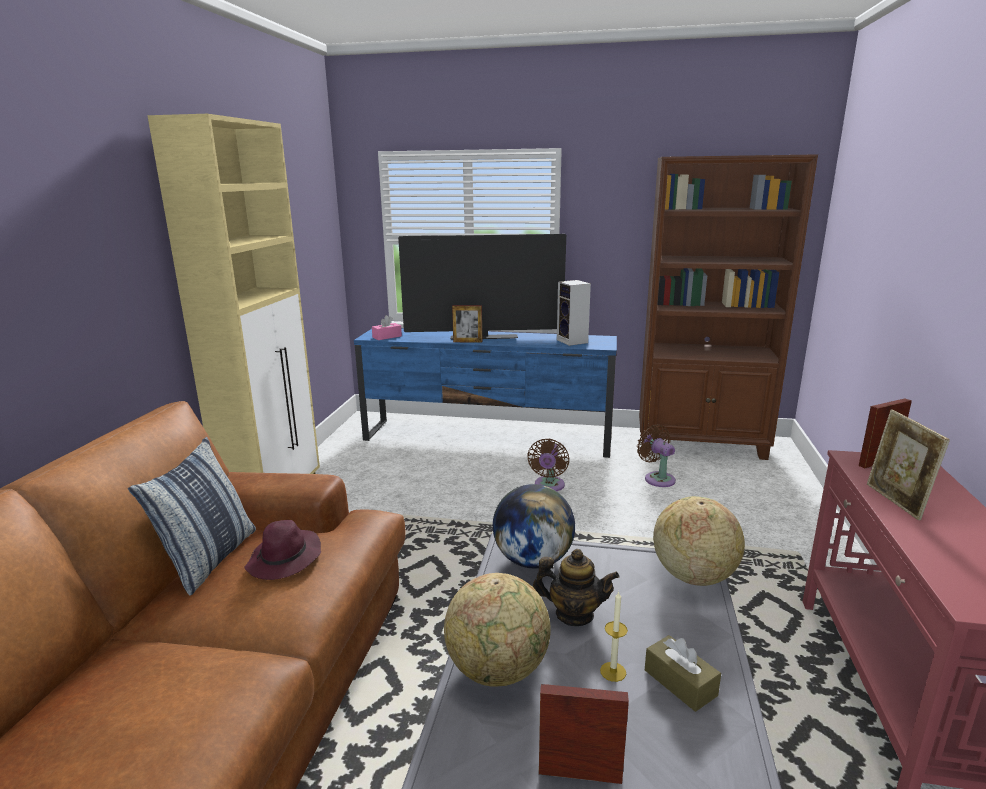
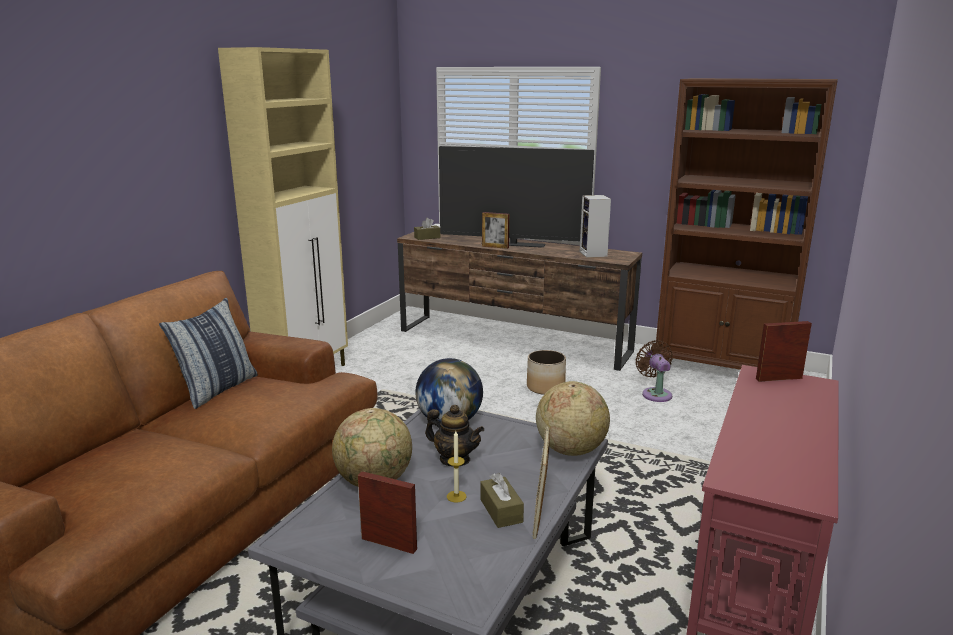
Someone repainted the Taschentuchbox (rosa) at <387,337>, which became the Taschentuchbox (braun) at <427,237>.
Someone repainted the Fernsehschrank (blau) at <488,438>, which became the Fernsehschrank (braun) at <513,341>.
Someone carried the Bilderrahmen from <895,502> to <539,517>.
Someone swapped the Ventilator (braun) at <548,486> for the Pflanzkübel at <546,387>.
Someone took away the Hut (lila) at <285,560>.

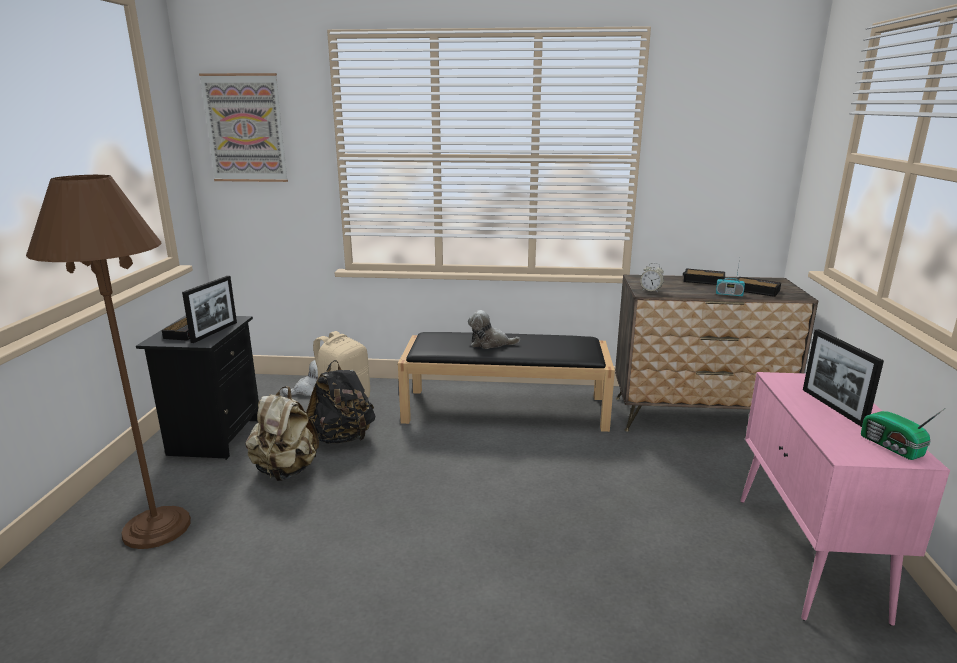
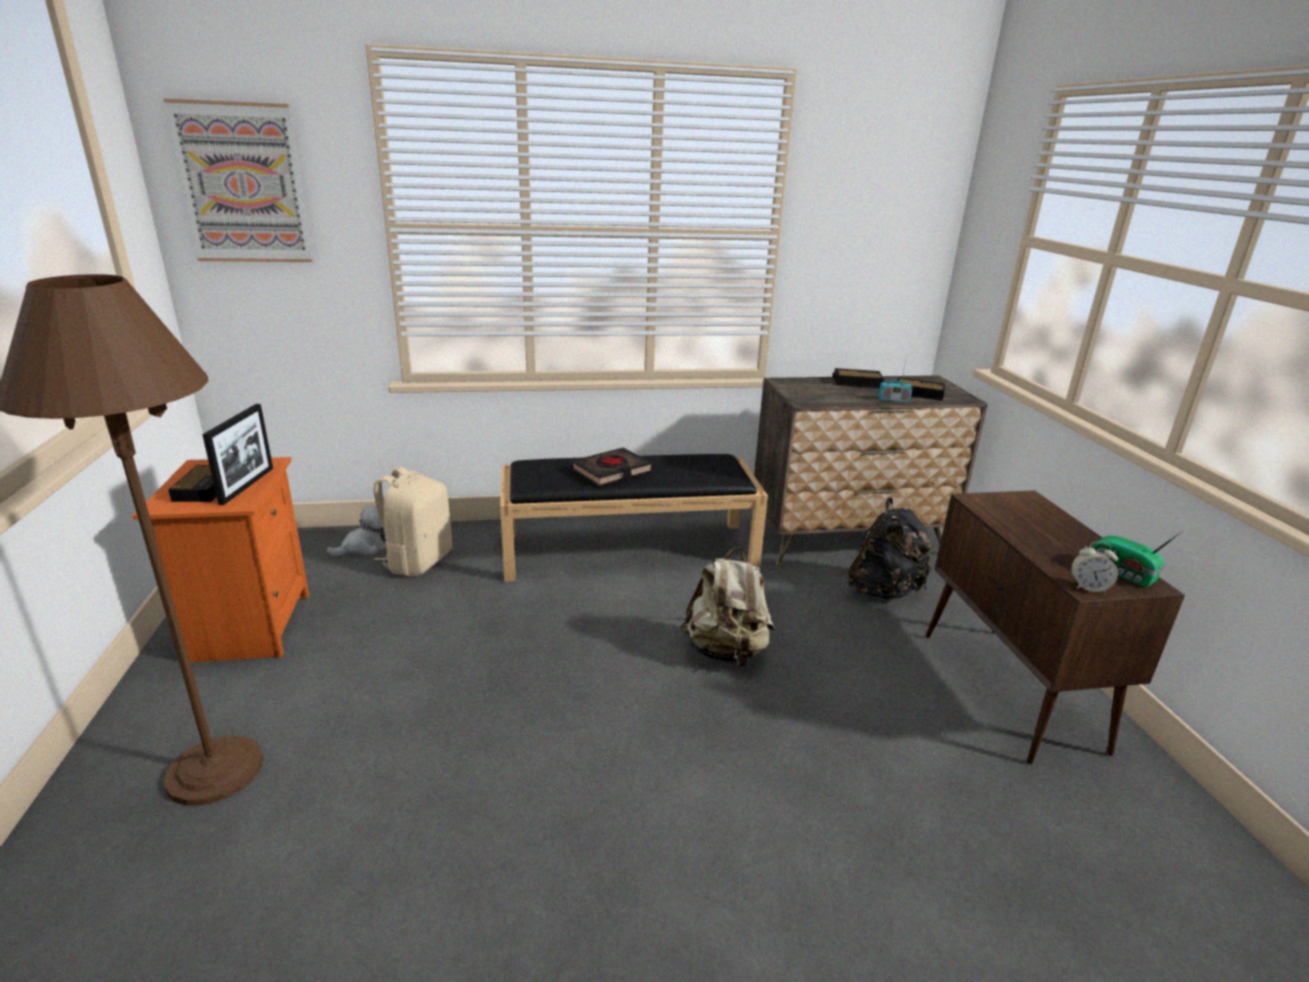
Someone carried the Wecker from <651,290> to <1088,587>.
Someone swapped the Plüschtier at <490,343> for the Buch (schwarz) at <611,472>.
Someone repainted the Nachttisch (schwarz) at <214,437>, which became the Nachttisch (orange) at <248,627>.
Someone took away the Bilderrahmen at <833,407>.
Someone carried the Rucksack (schwarz) from <342,438> to <883,590>.
Someone repainted the Schrank (rosa) at <807,556>, which became the Schrank (braun) at <1011,691>.
Someone carried the Rucksack (beige) from <286,470> to <726,651>.

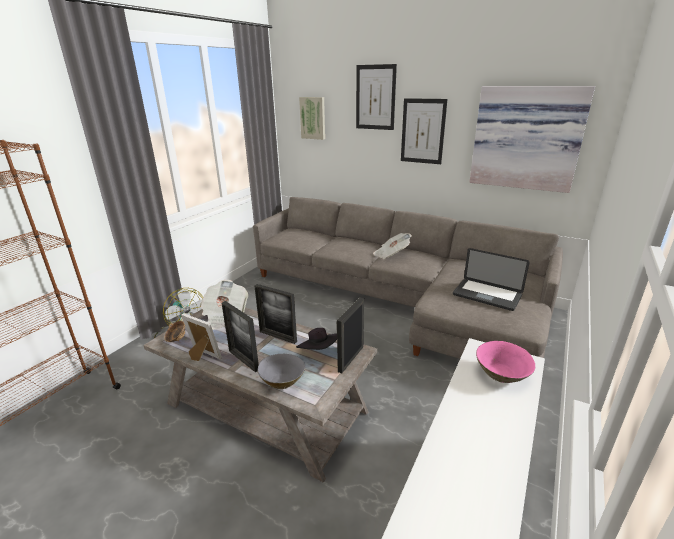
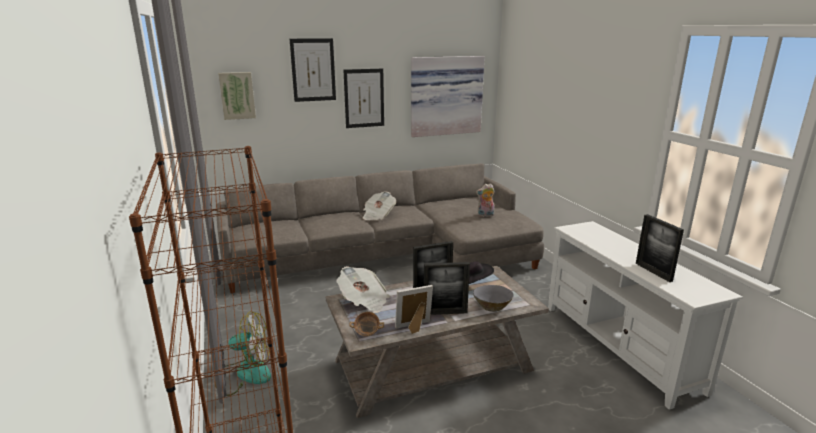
Someone swapped the Laptop at <487,295> for the Plüschtier at <485,215>.
Someone carried the Bilderrahmen from <351,359> to <653,272>.
Someone took away the Schüssel (rosa) at <501,375>.

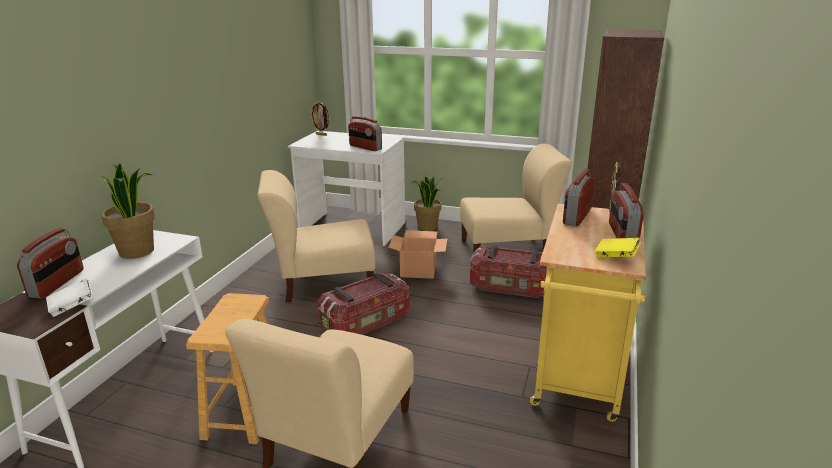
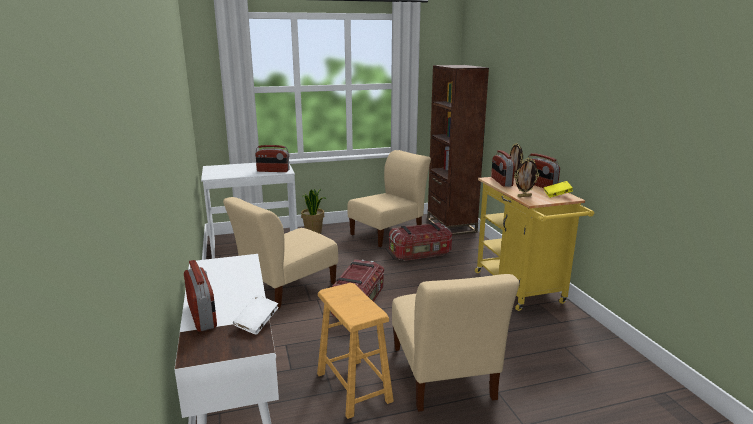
Someone carried the Bilderrahmen from <321,135> to <524,196>.
Someone took away the Topfpflanze at <137,251>.
Someone took away the Karton at <417,270>.

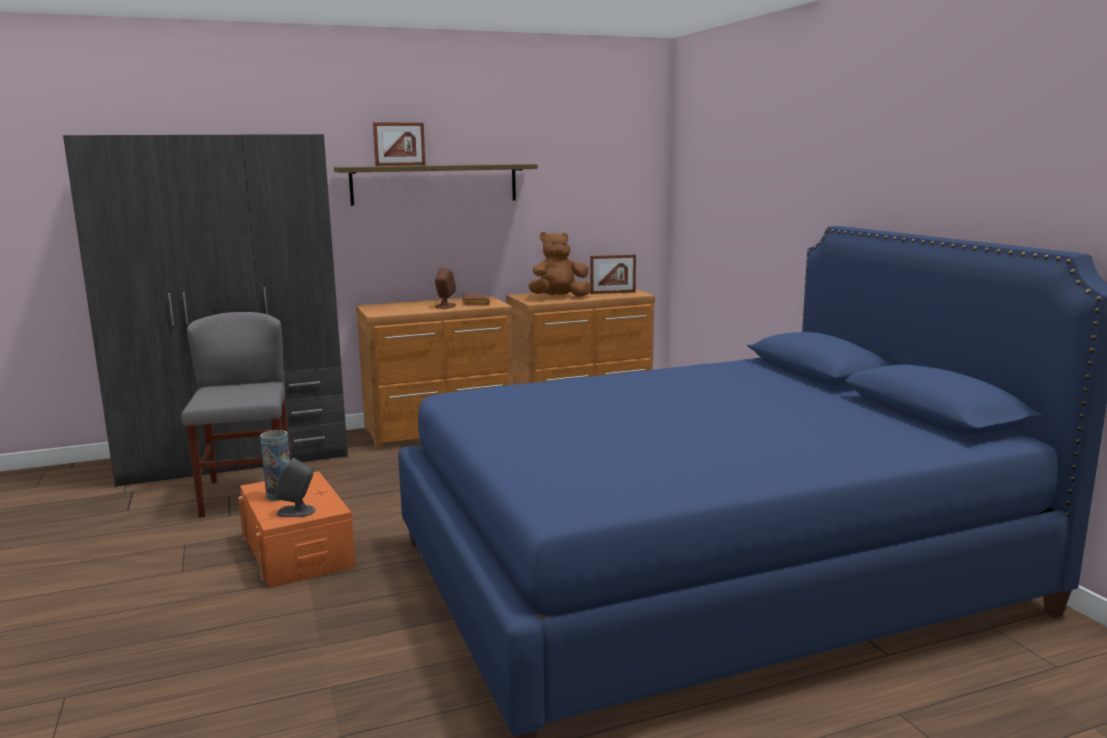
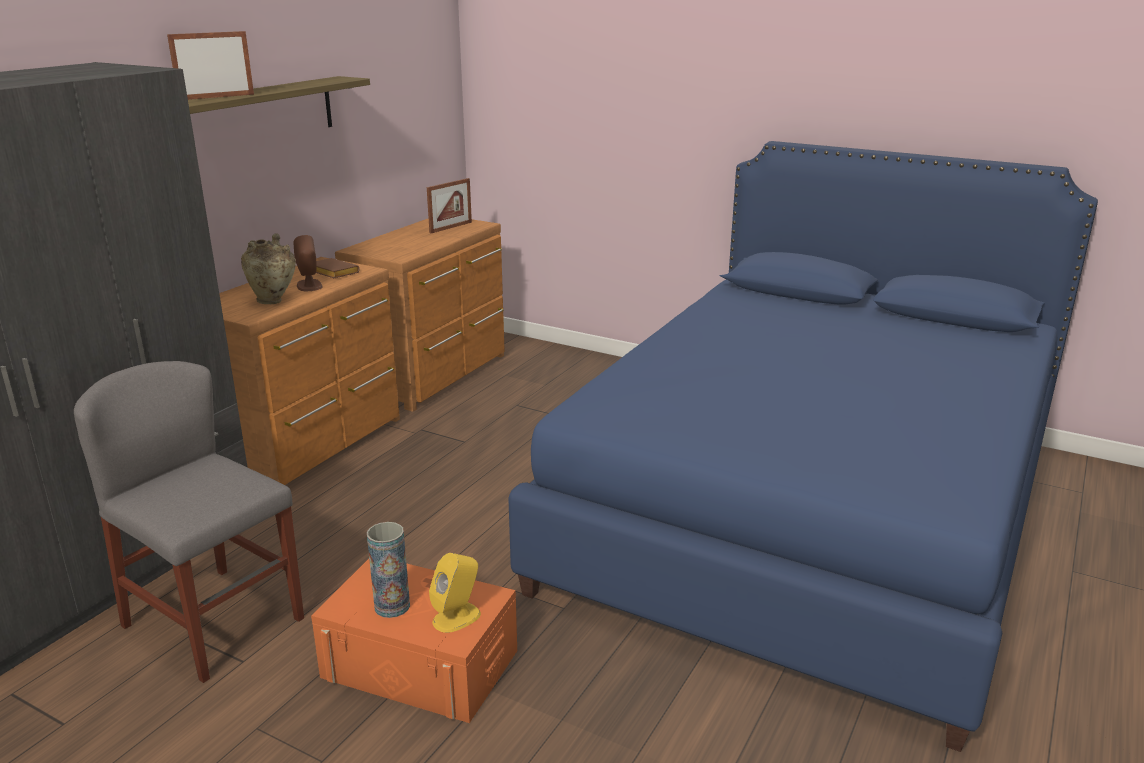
Someone rotated the Bilderrahmen at <400,165> by 150 degrees counterclockwise.
Someone took away the Plüschtier (braun) at <559,297>.
Someone repainted the Lautsprecher (grau) at <296,511>, which became the Lautsprecher (gelb) at <457,617>.
Someone put down the Vase (beige) at <273,301>.

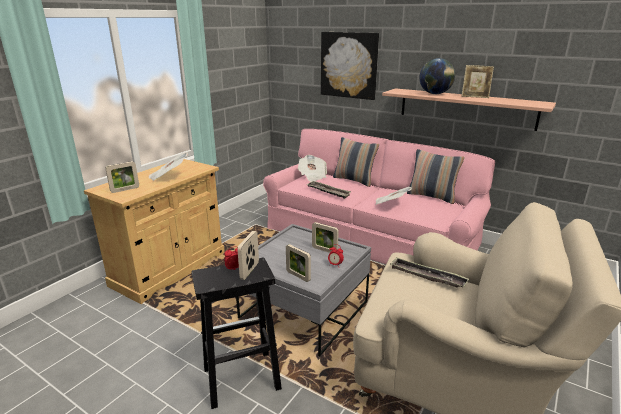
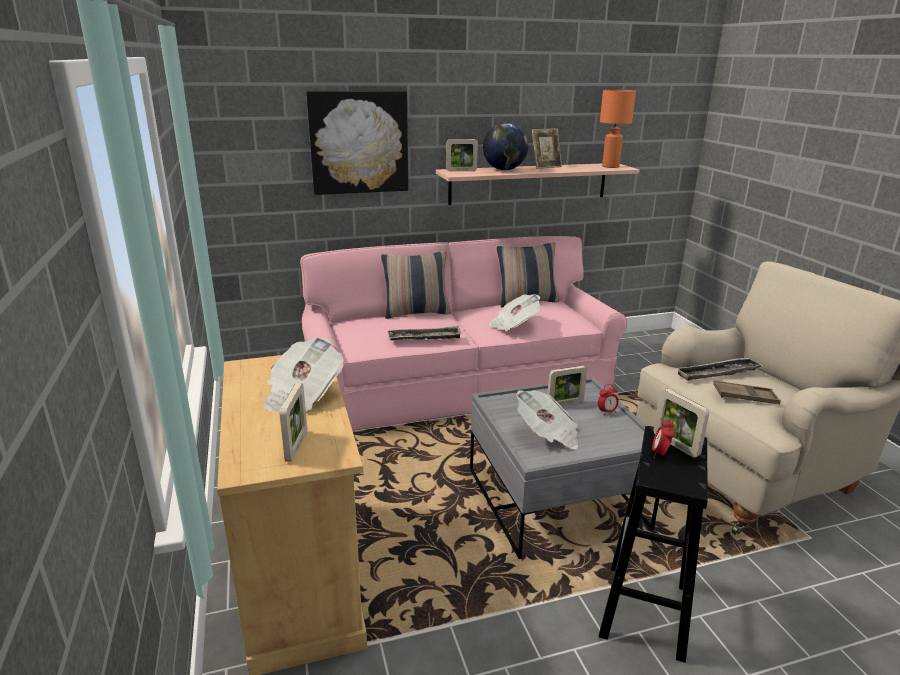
Someone carried the Zeitung from <312,176> to <547,434>.
Someone carried the Bilderrahmen from <298,276> to <461,171>.
Someone put down the Tischlampe (orange) at <610,166>.
Someone put down the Tablett (braun) at <745,397>.

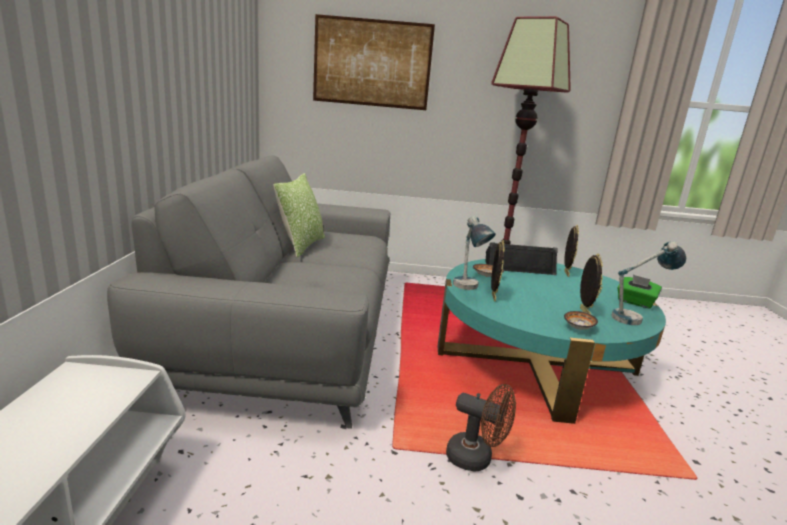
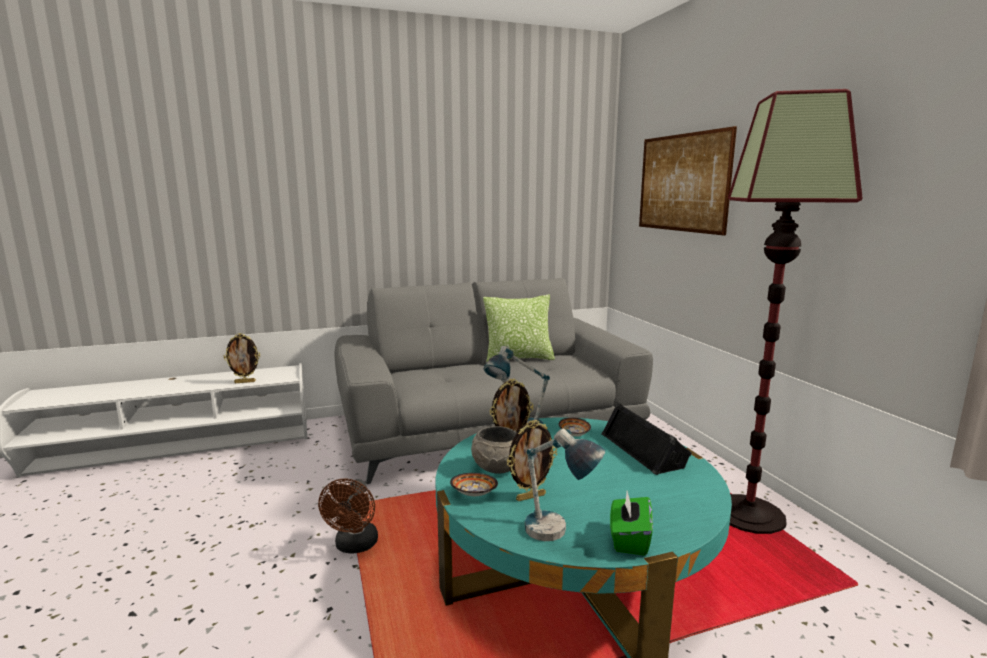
Someone carried the Bilderrahmen from <565,273> to <245,382>.
Someone put down the Schüssel (grau) at <496,467>.

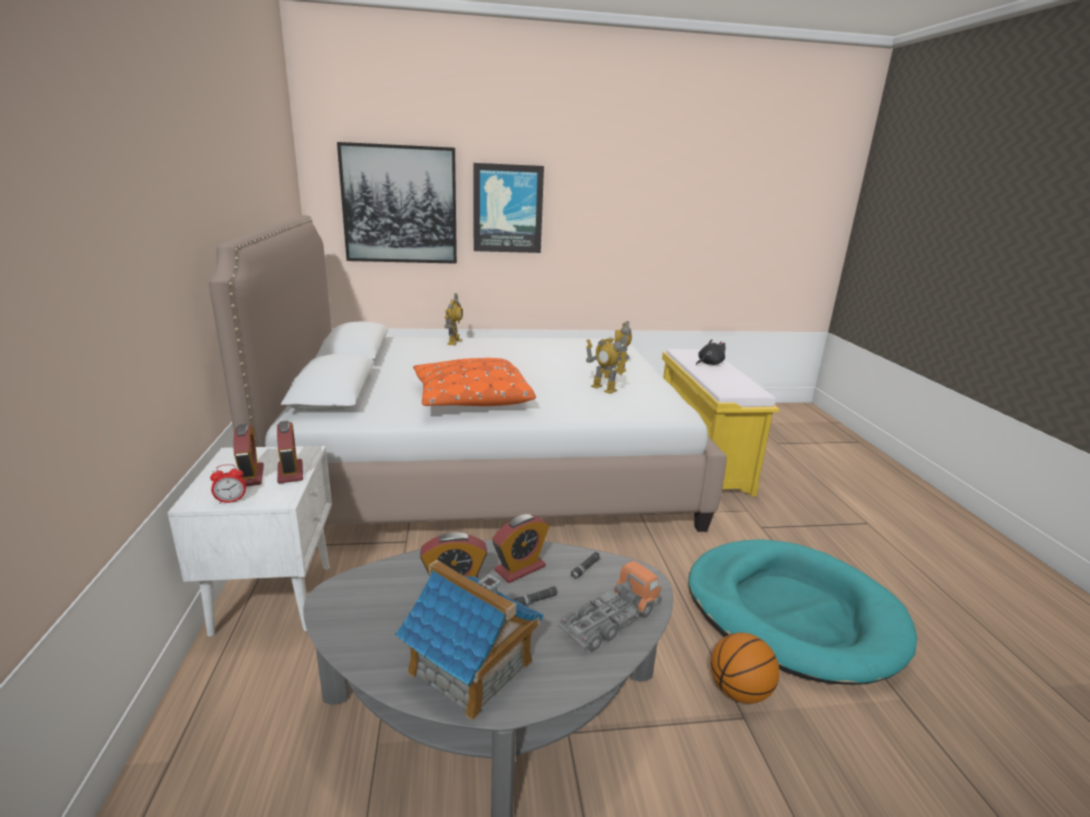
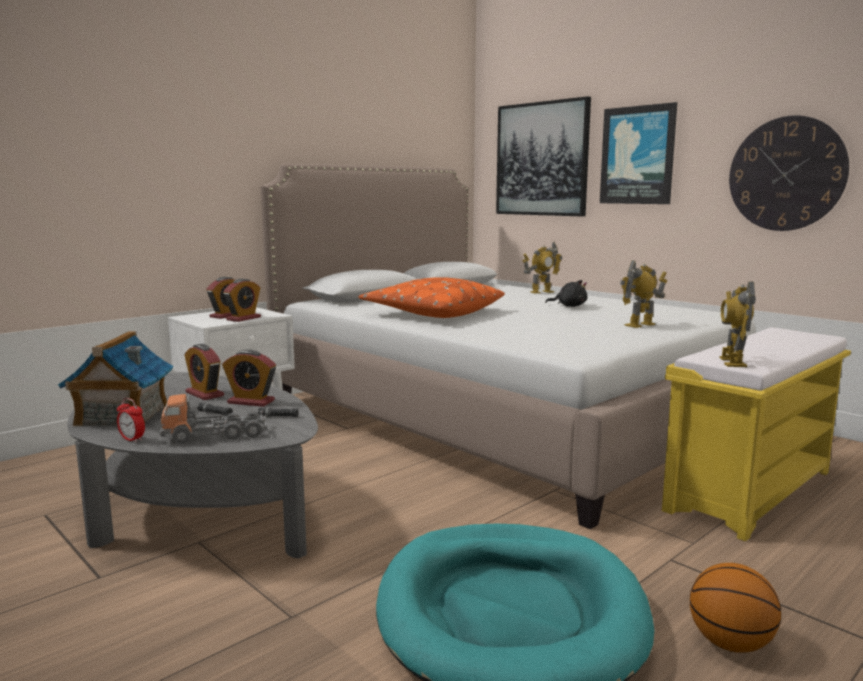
Someone carried the Spielzeugroboter from <603,388> to <732,362>.
Someone carried the Plüschtier (schwarz) from <709,363> to <569,306>.
Someone carried the Wecker from <231,500> to <132,439>.
Someone rotated the Spielzeuglaster at <610,620> by 150 degrees clockwise.
Someone carried the Basketball from <739,691> to <730,644>.
Someone put up the Wanduhr at <786,174>.

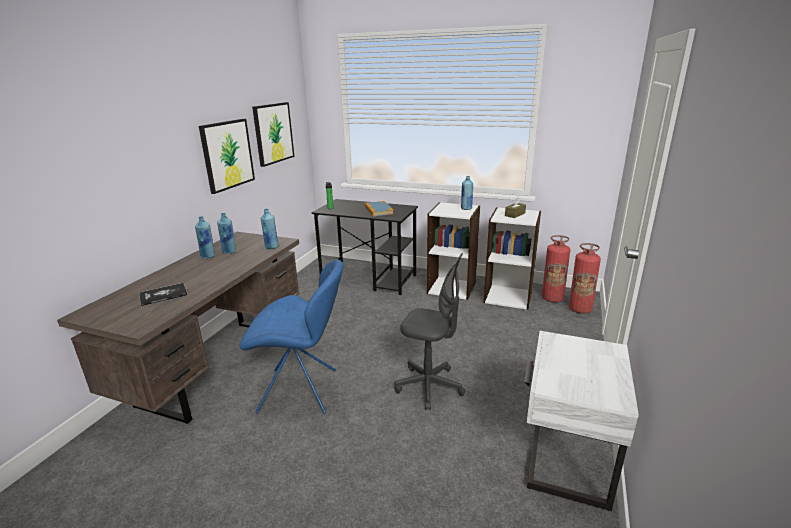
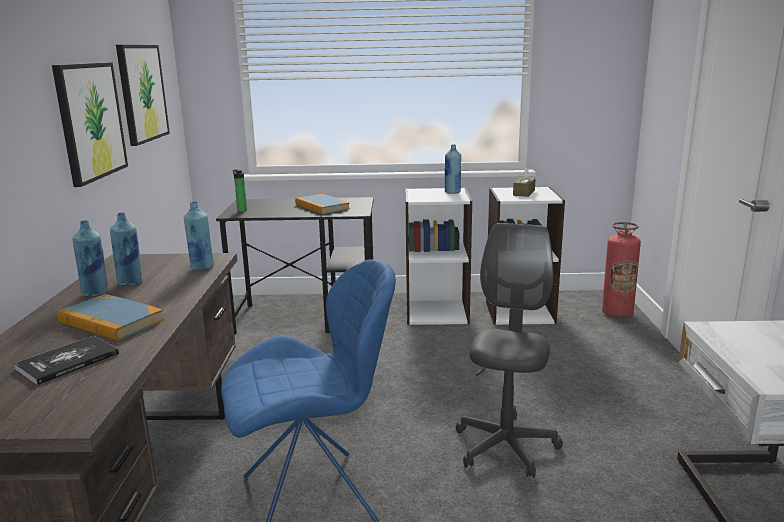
Someone took away the Feuerlöscher at <552,298>.
Someone rotated the Bürostuhl (grau) at <429,386> by 75 degrees counterclockwise.
Someone put down the Buch at <111,321>.

